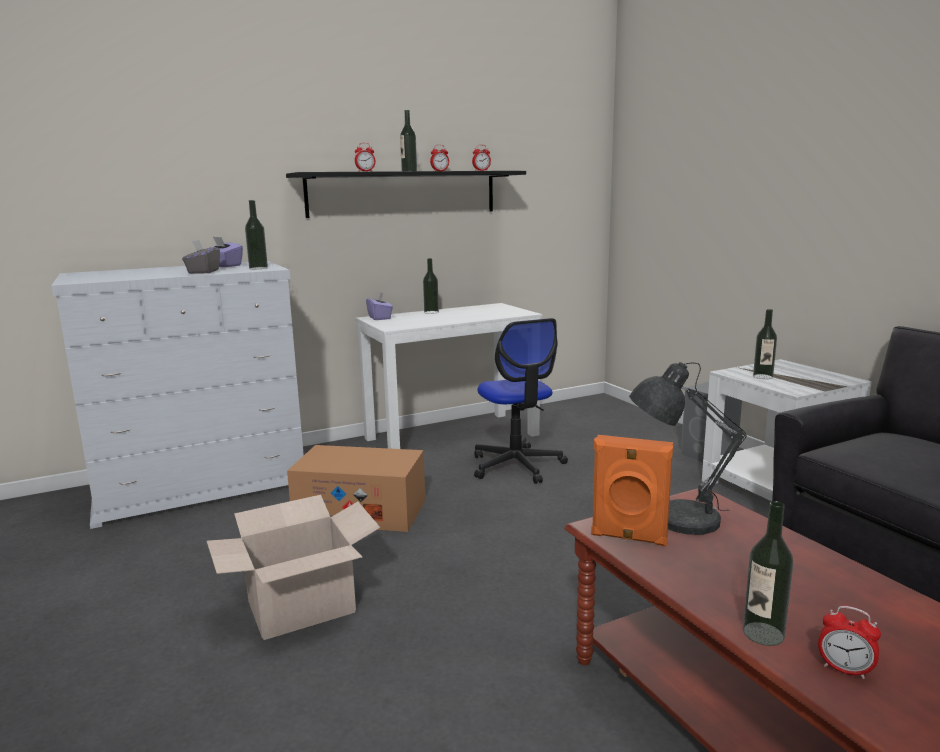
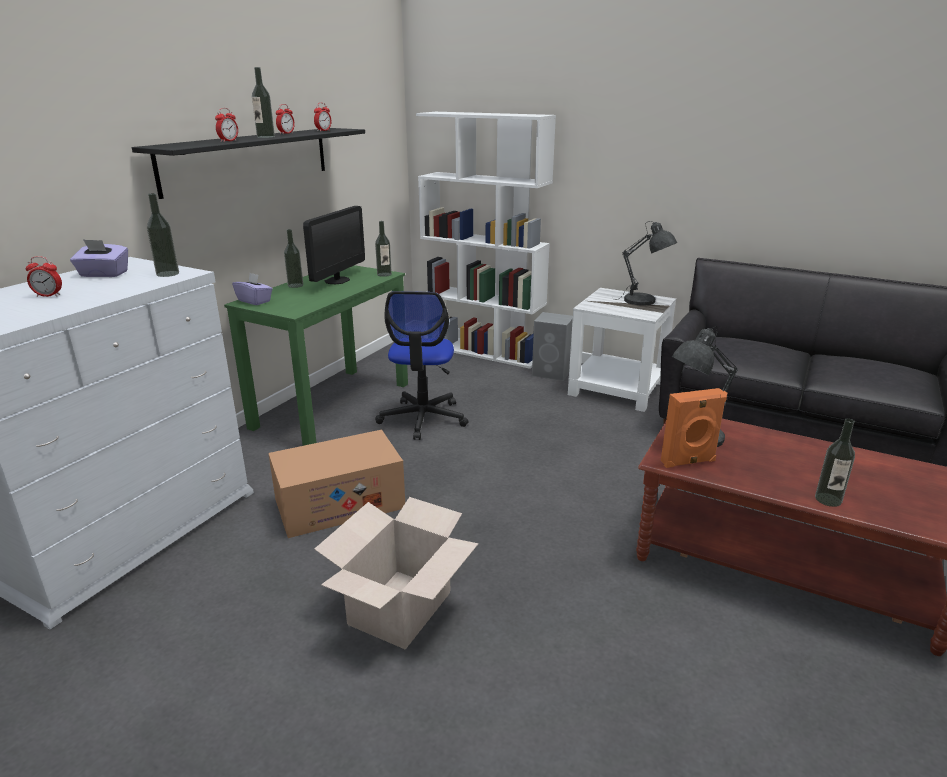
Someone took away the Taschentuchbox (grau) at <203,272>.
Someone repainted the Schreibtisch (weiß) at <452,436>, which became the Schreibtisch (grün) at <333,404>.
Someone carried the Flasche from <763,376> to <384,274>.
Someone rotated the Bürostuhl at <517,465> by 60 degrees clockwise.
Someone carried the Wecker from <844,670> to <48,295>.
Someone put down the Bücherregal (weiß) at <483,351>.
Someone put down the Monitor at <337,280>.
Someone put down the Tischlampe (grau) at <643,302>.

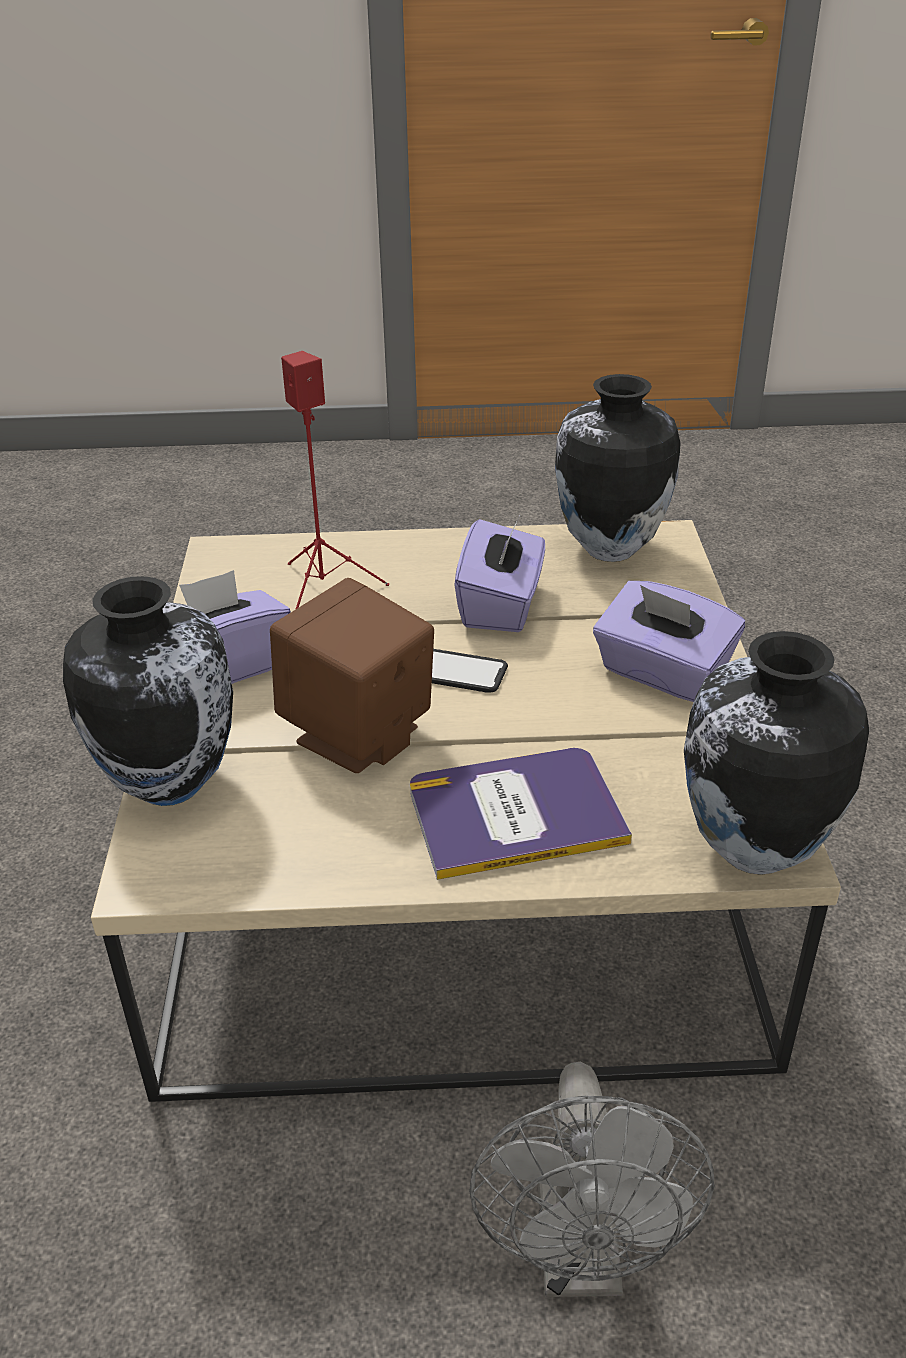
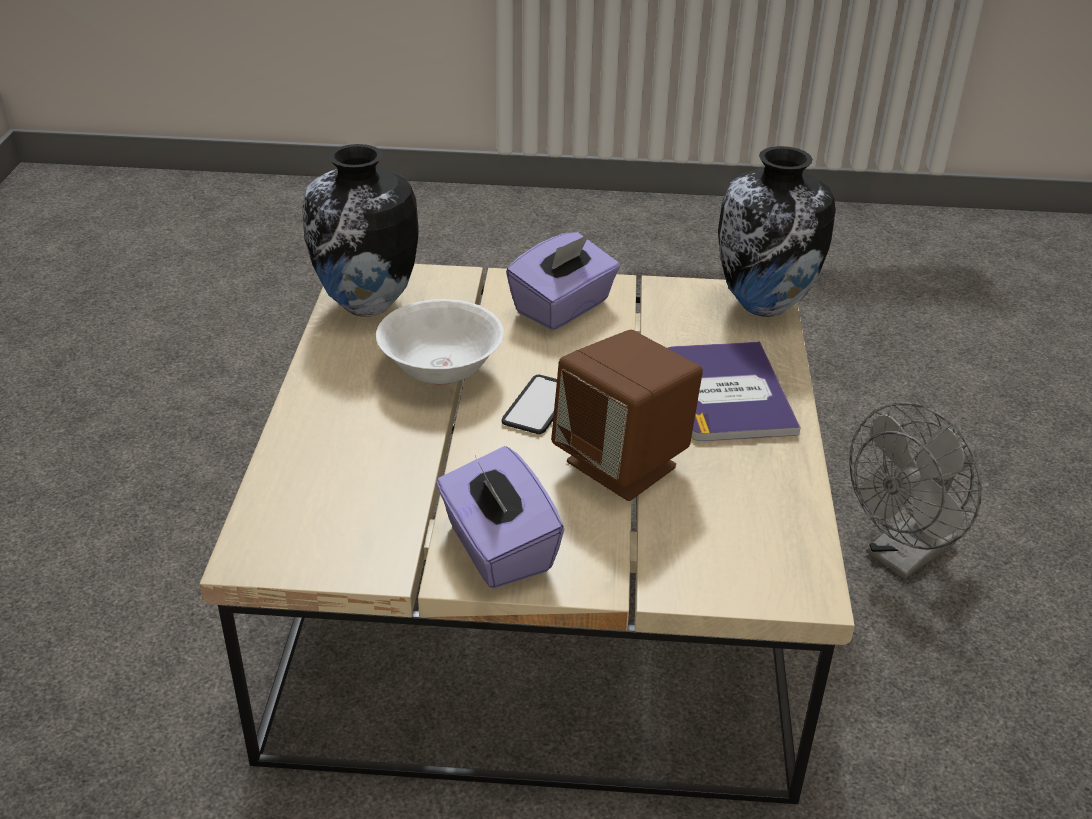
Someone took away the Lautsprecher (rot) at <324,589>.
Someone swapped the Taschentuchbox (lila) at <501,605> for the Schüssel (weiß) at <440,371>.
Someone took away the Vase at <172,783>.
Someone rotated the Ventilator (grau) at <582,1258> by 135 degrees clockwise.

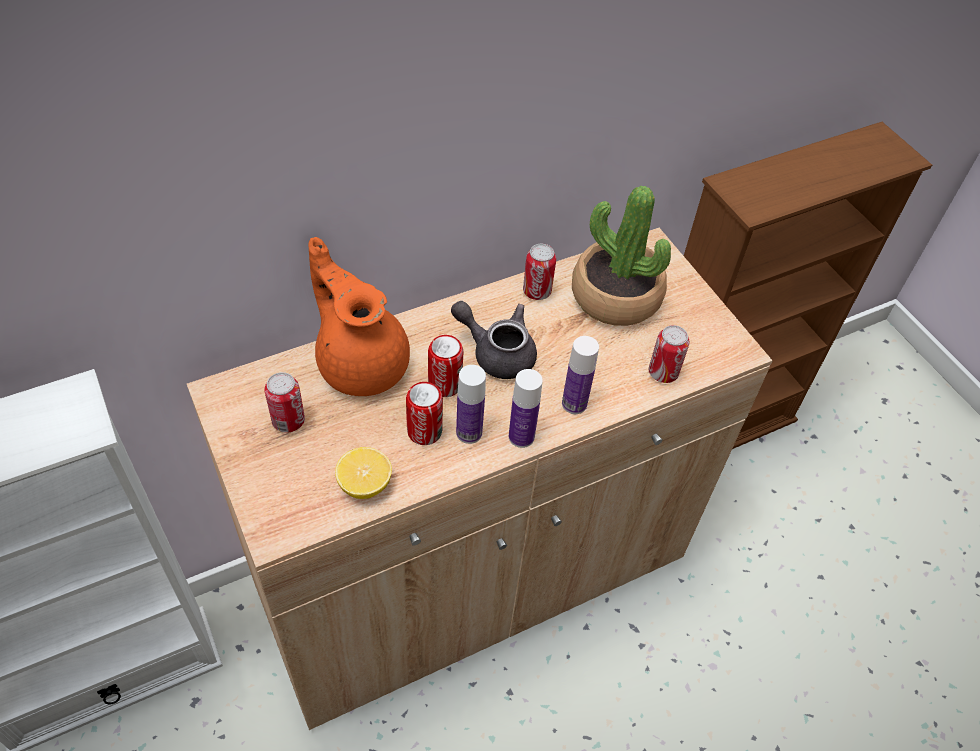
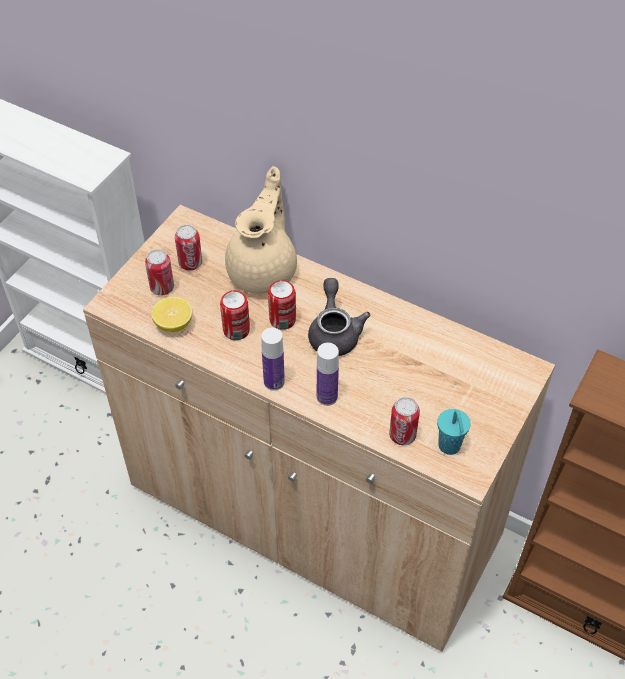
Someone took away the Topfpflanze at <615,296>.
Someone repainted the Teekanne (orange) at <361,362>, which became the Teekanne (beige) at <264,270>.
Someone carried the Dose from <537,291> to <162,288>.
Someone took away the Flasche at <469,433>.
Someone put down the Tasse (türkis) at <450,447>.

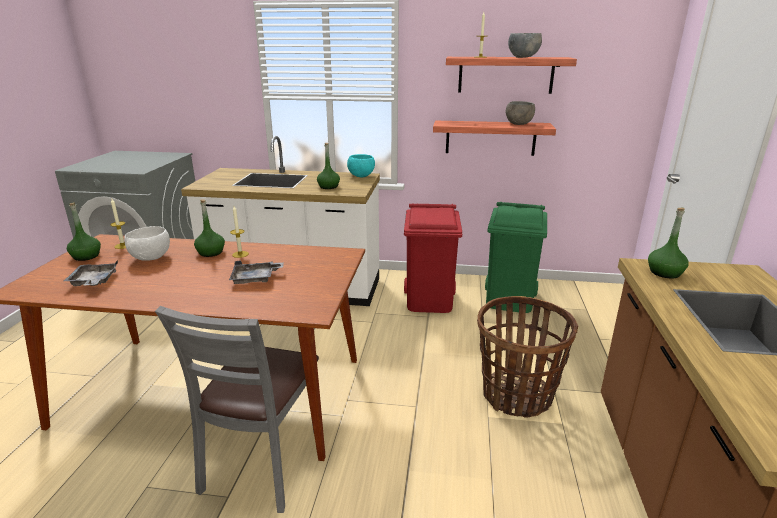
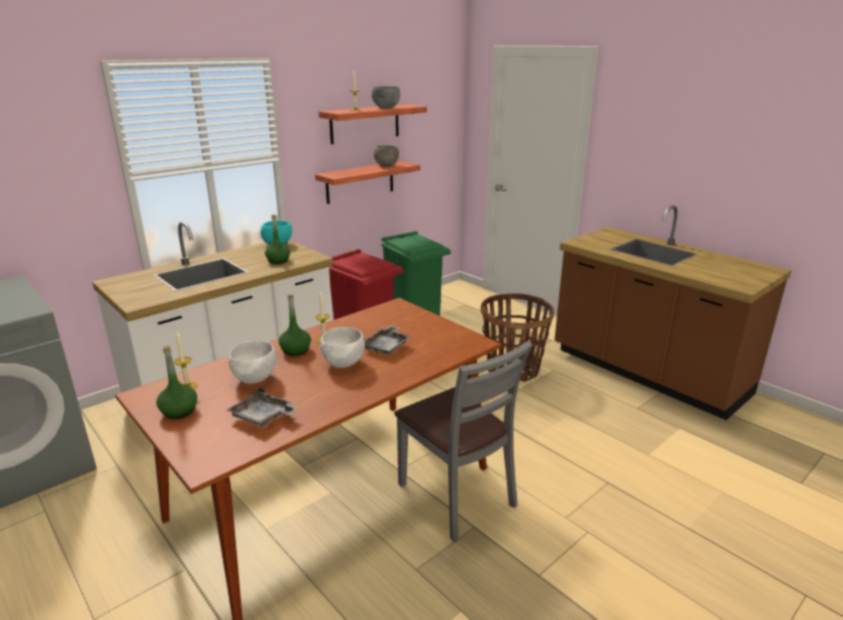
Someone took away the Flasche (grün) at <664,272>.
Someone put down the Schüssel (weiß) at <344,363>.

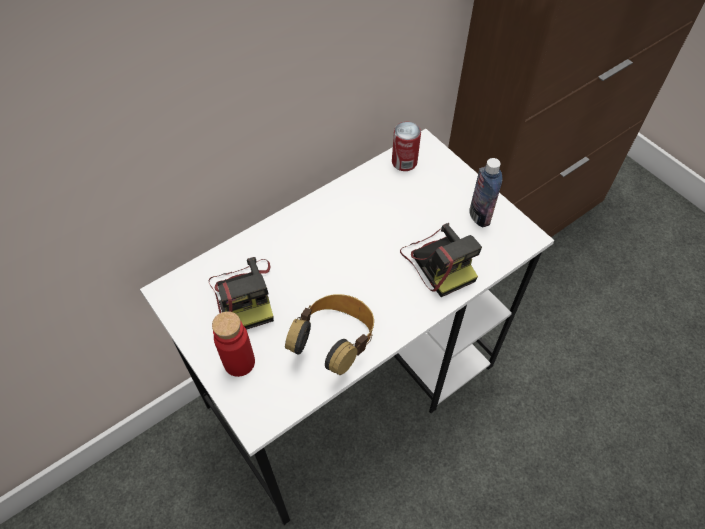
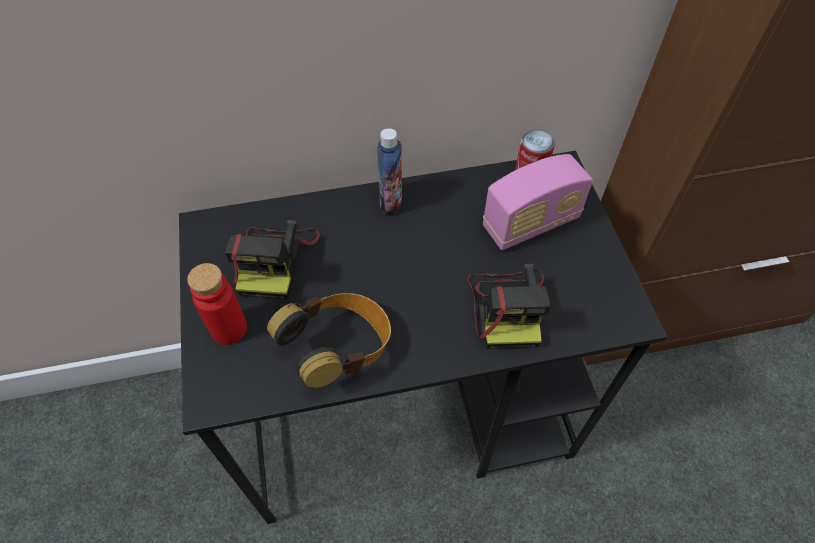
Someone repainted the Schreibtisch (weiß) at <354,384>, which became the Schreibtisch (schwarz) at <410,410>.
Someone carried the Flasche from <479,216> to <391,201>.
Someone put down the Radio at <530,223>.

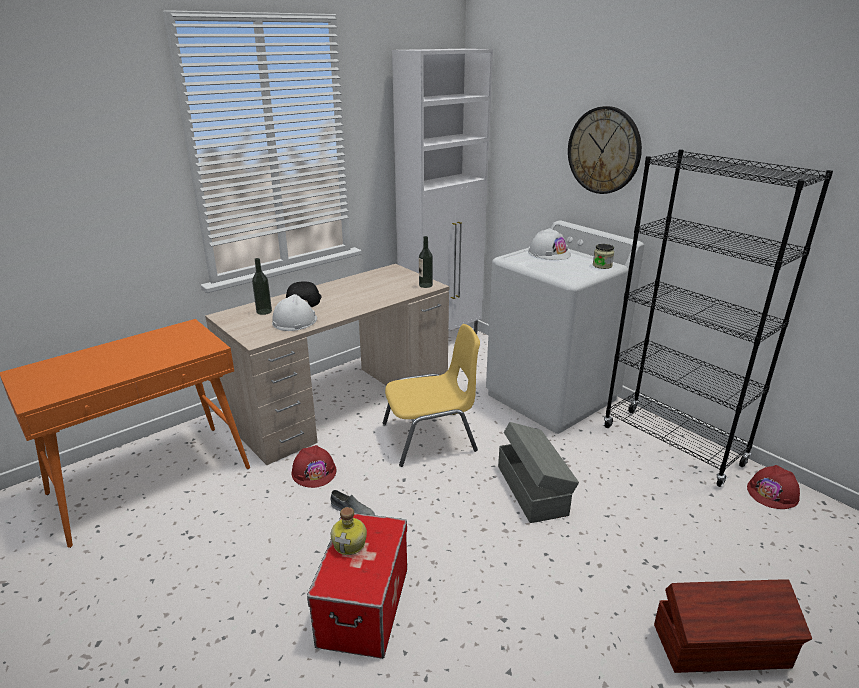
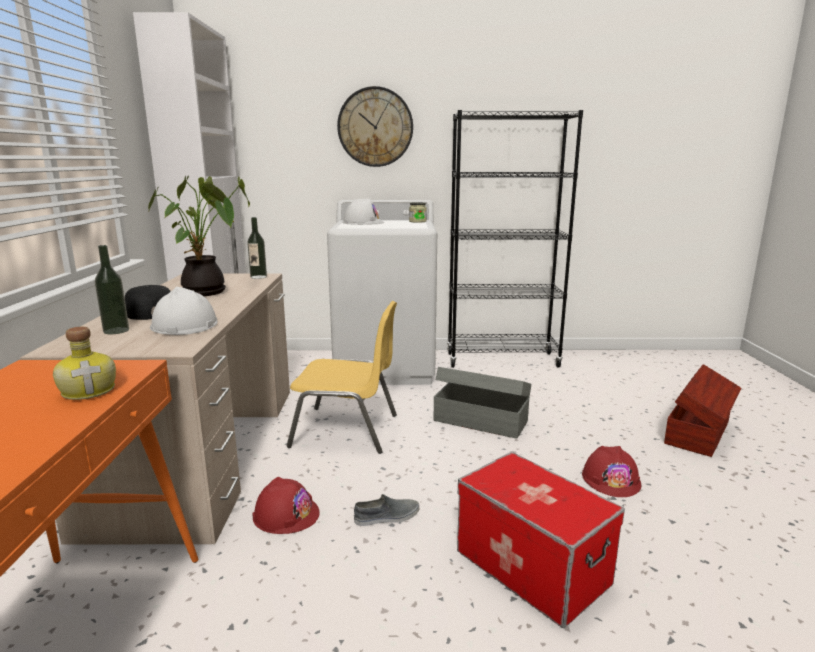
Someone rotated the Stuhl (gelb) at <430,437> by 75 degrees clockwise.
Someone carried the Schutzhelm (rot) from <773,493> to <611,479>.
Someone carried the Flasche from <350,543> to <90,390>.
Someone put down the Topfpflanze at <207,292>.

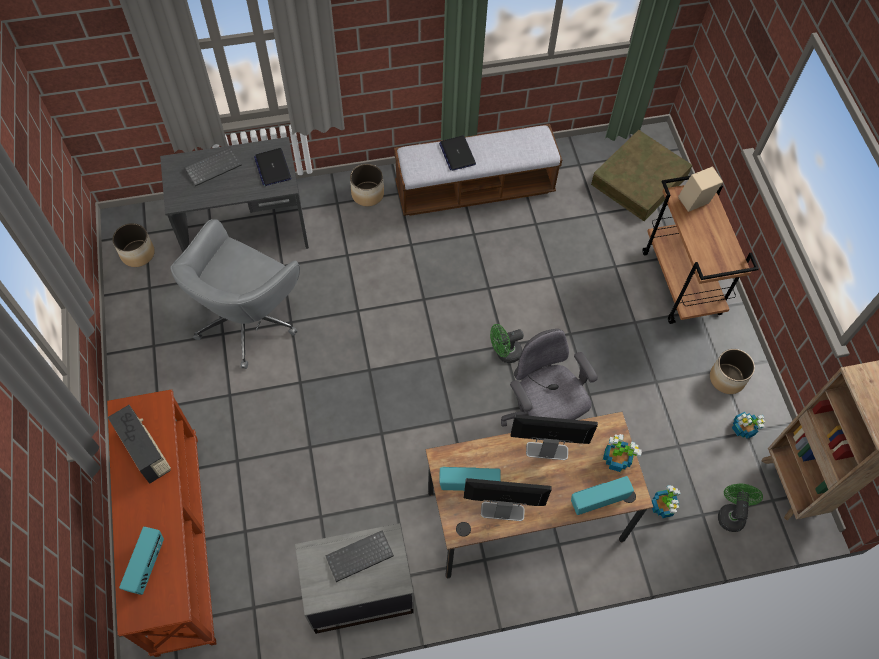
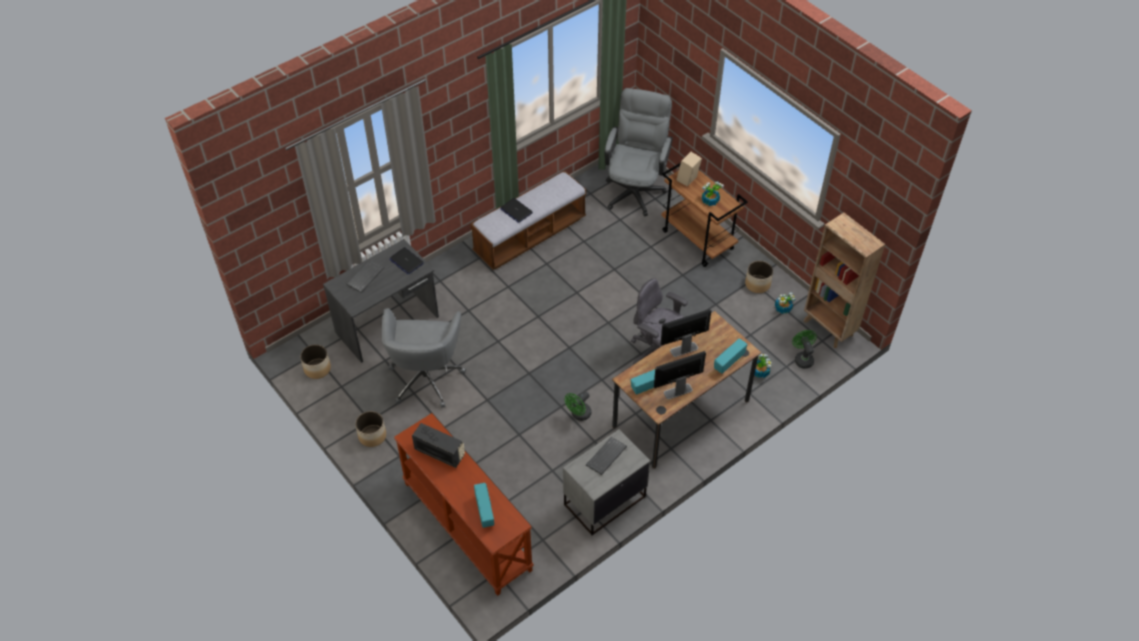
Someone swapped the Aufbewahrungsbox (braun) at <639,180> for the Bürostuhl (grau) at <635,188>.
Someone carried the Pflanzkübel from <368,194> to <372,436>.
Someone carried the Ventilator (grün) from <504,353> to <579,415>.
Someone carried the Topfpflanze from <616,458> to <709,201>.

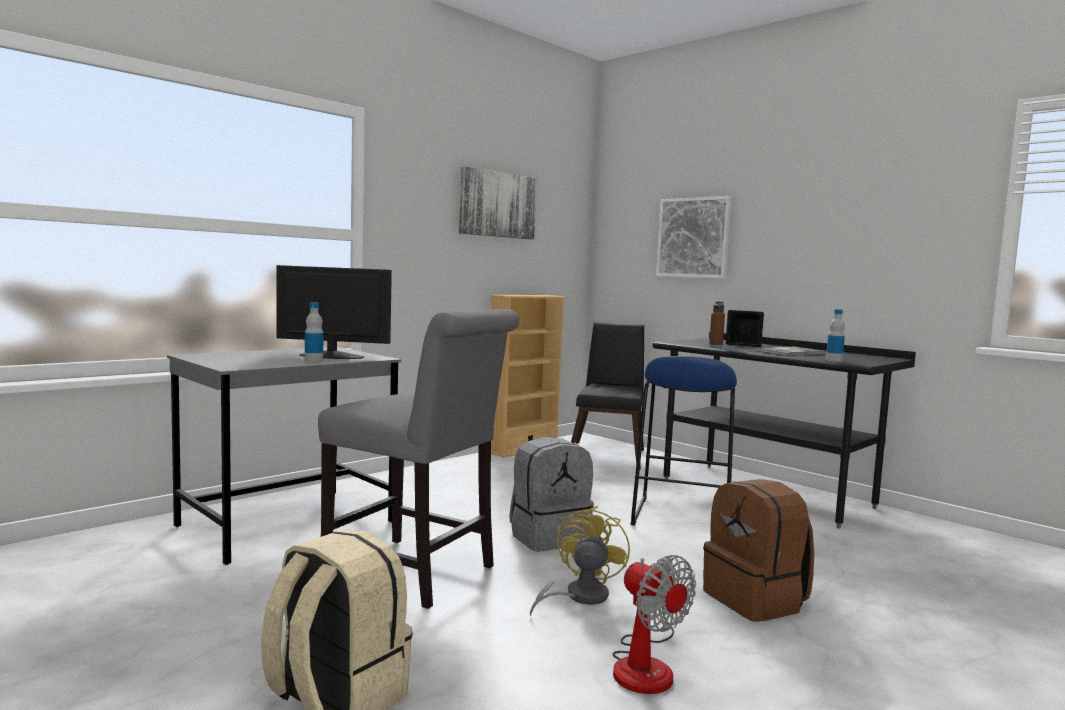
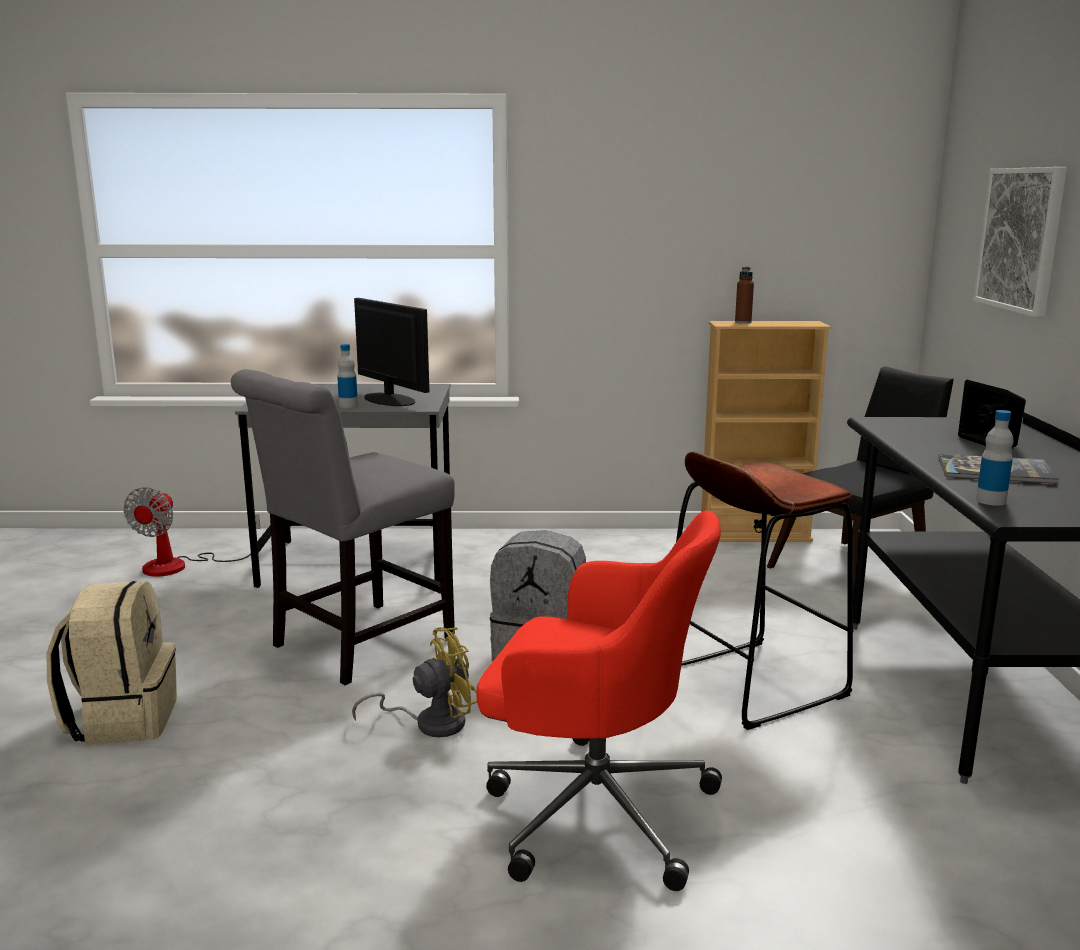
Someone took away the Bild at <497,204>.
Someone carried the Flasche (braun) from <715,346> to <743,322>.
Someone rotated the Stuhl (grau) at <417,574> by 60 degrees clockwise.
Someone repainted the Hocker (blau) at <681,517>, which became the Hocker (braun) at <751,682>.
Someone swapped the Rucksack (braun) at <756,600> for the Bürostuhl (rot) at <593,809>.
Someone carried the Ventilator from <646,664> to <180,566>.

